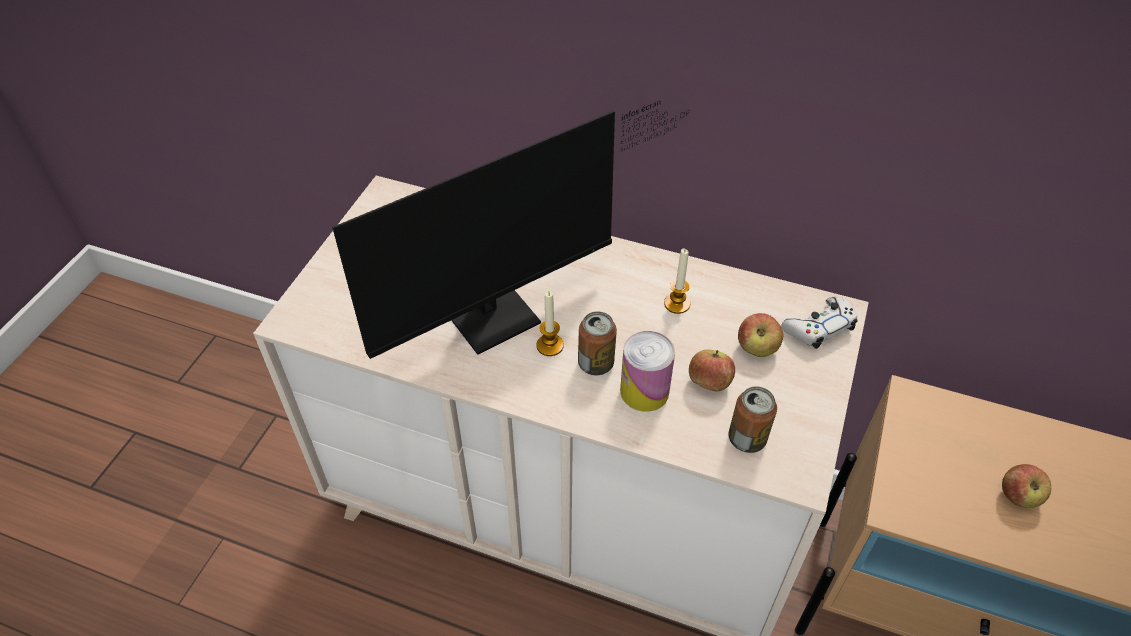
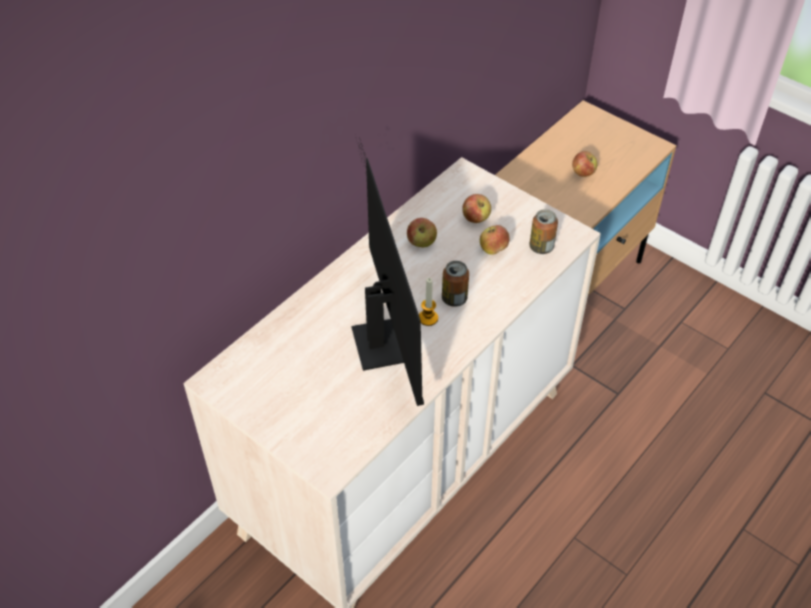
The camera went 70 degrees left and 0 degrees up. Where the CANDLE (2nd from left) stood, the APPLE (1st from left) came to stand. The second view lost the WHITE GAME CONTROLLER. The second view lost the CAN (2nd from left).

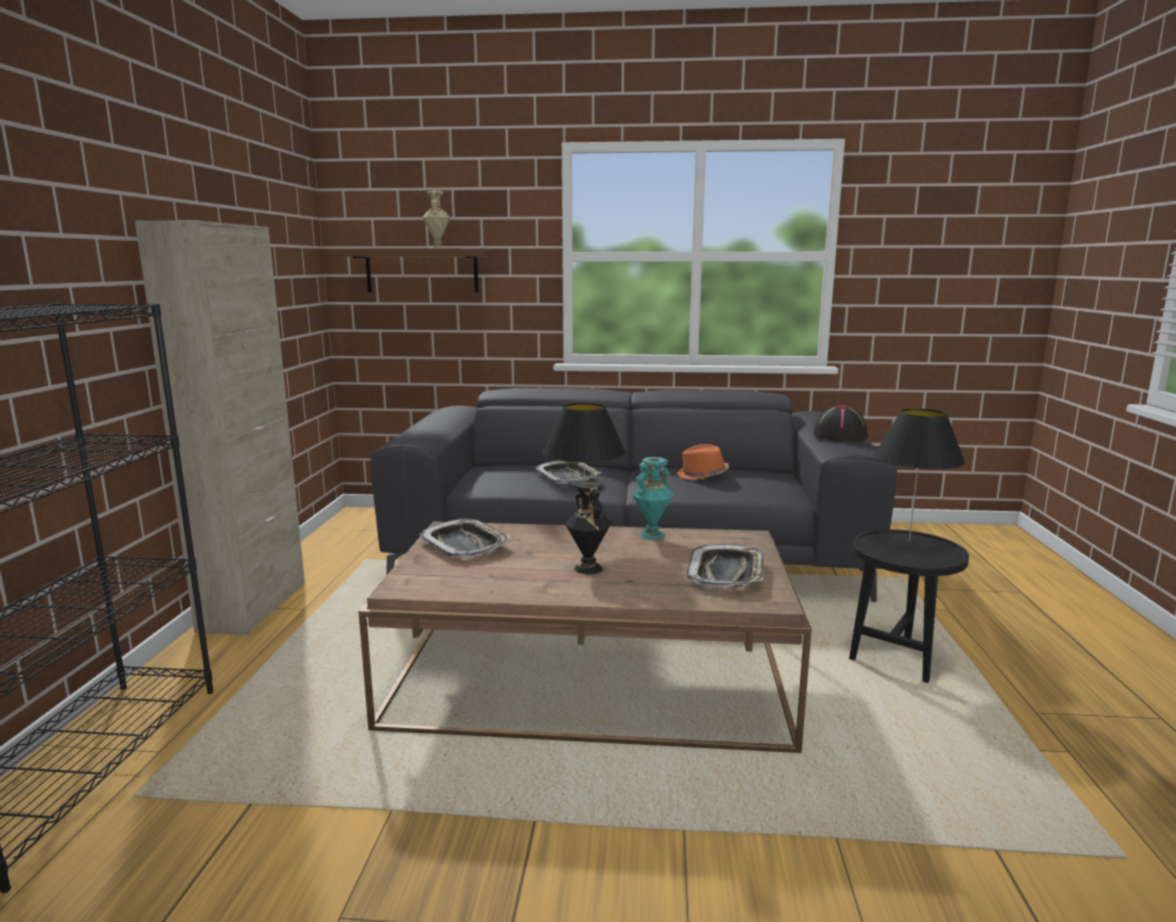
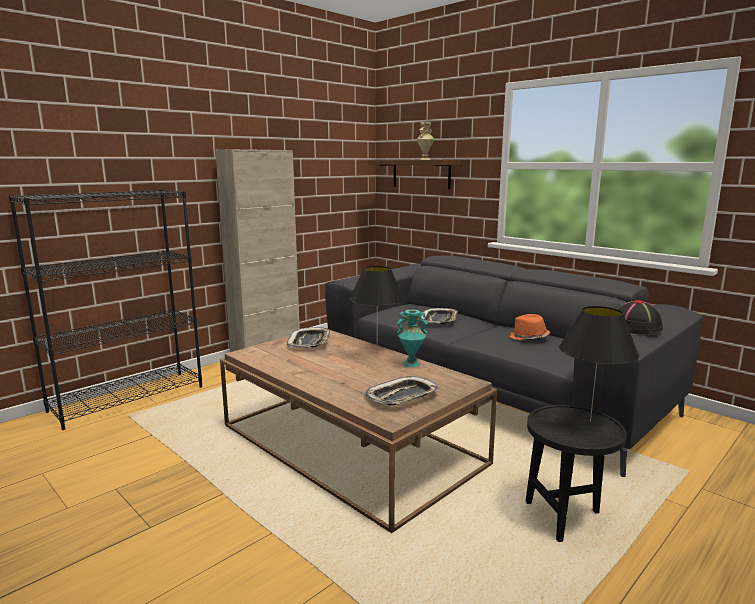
The camera went 40 degrees right and 0 degrees up. The second view lost the BLACK VASE.

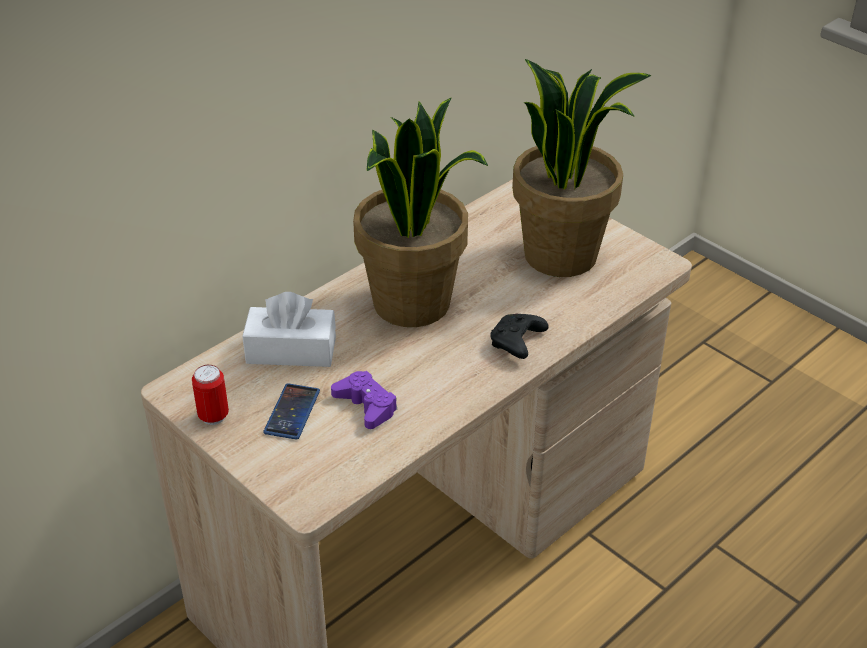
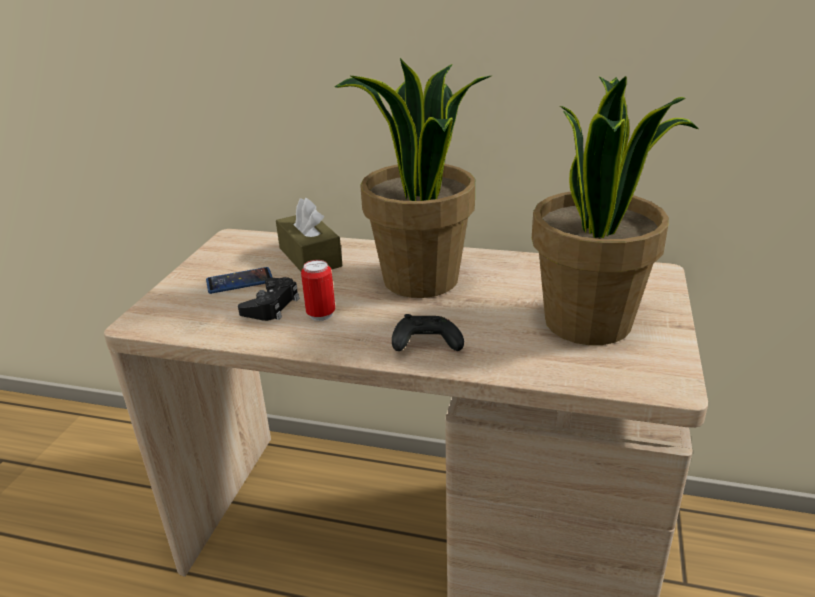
The camera went 60 degrees right and 10 degrees down. What was the WHITE TISSUE BOX turned into the BROWN TISSUE BOX. The CAN ended up elsewhere. What was the PURPLE GAME CONTROLLER turned into the BLACK GAME CONTROLLER (1st from left).

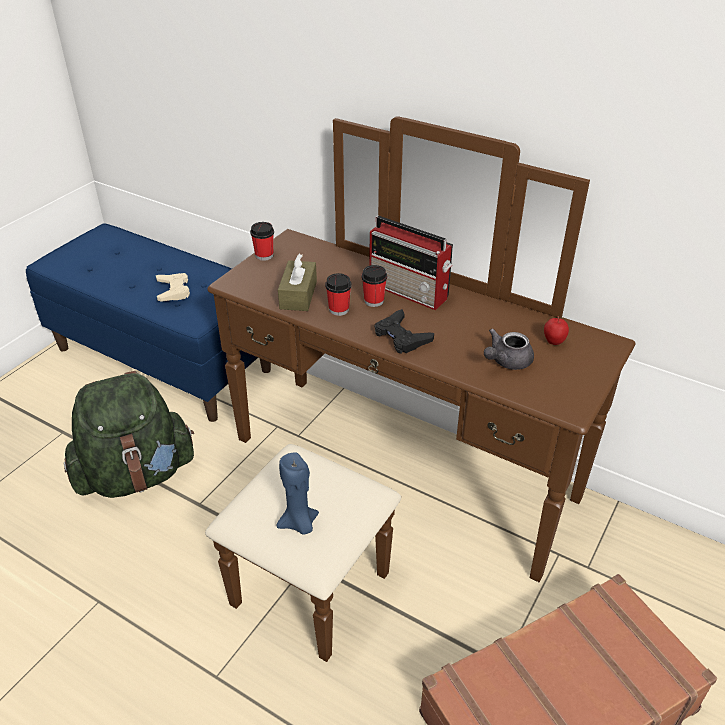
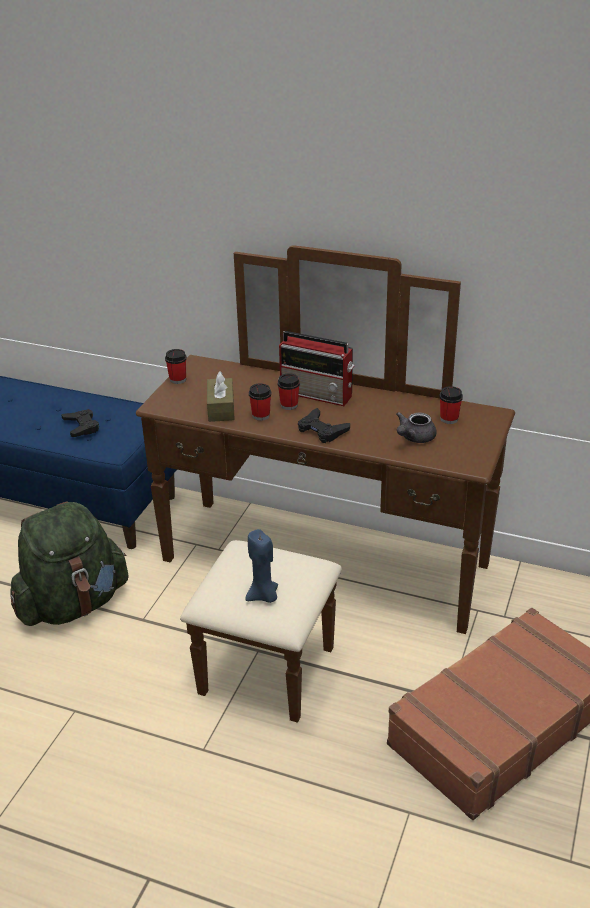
The camera went 10 degrees left and 5 degrees down. What was the BEIGE GAME CONTROLLER turned into the BLACK GAME CONTROLLER (1st from left). Where the APPLE stood, the CUP (4th from left) came to stand.

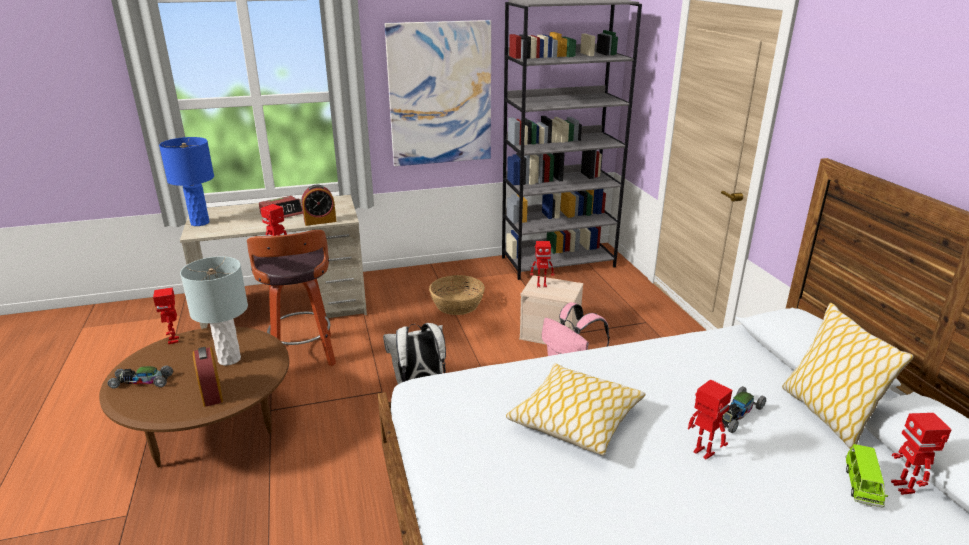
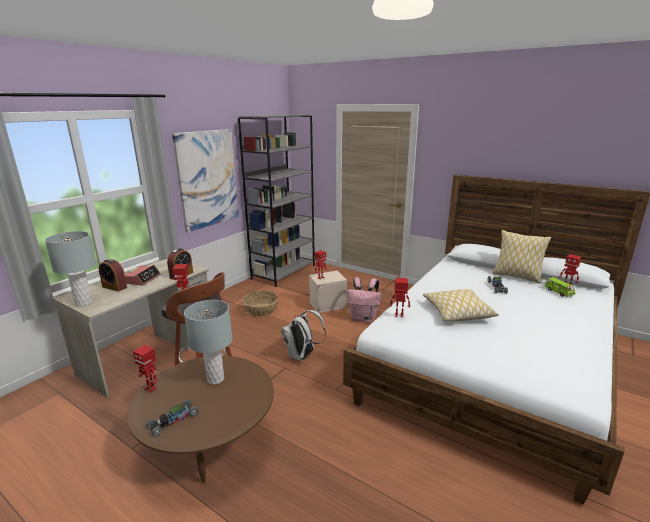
The camera went 40 degrees left and 5 degrees down. What was the BLUE TABLE LAMP turned into the GREY TABLE LAMP (1st from left). The ALARM CLOCK (1st from left) ended up elsewhere. The TOY ROBOT (4th from left) ended up elsewhere.

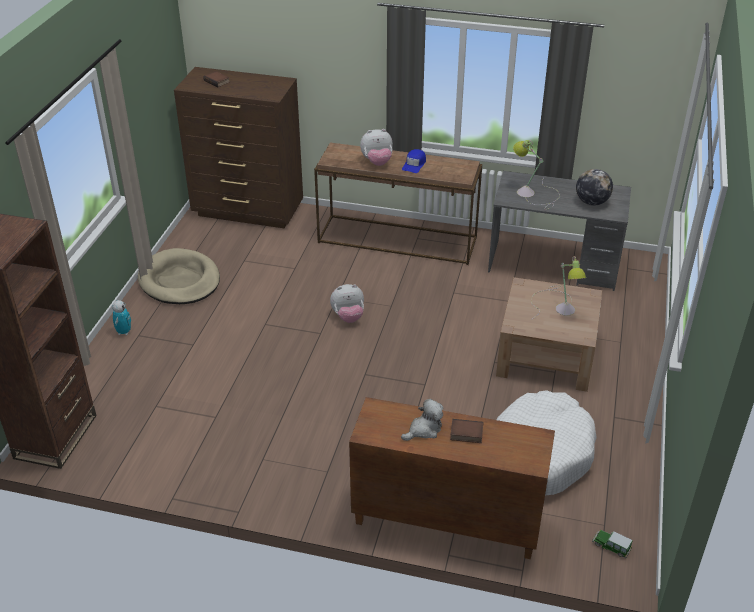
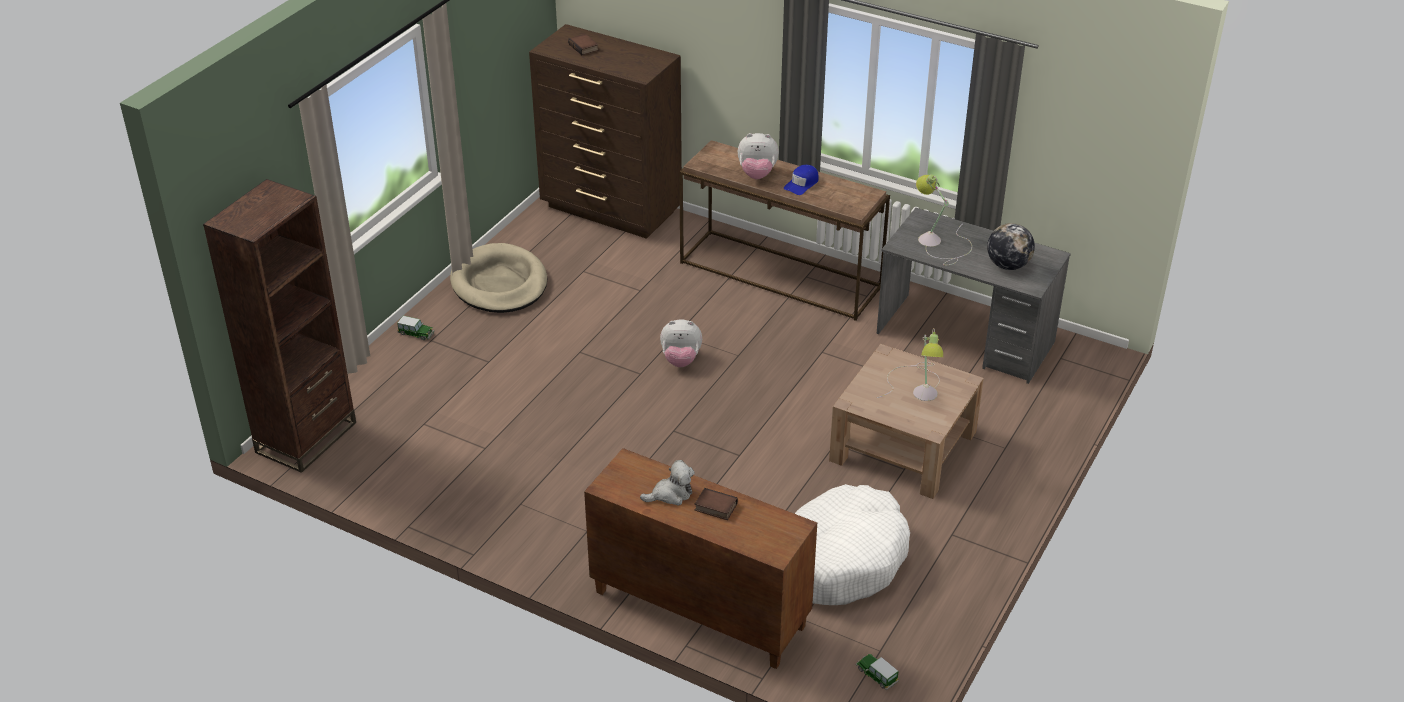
The camera went 15 degrees right and 0 degrees up. Where the TOY ROBOT stood, the TOY CAR (1st from left) came to stand.

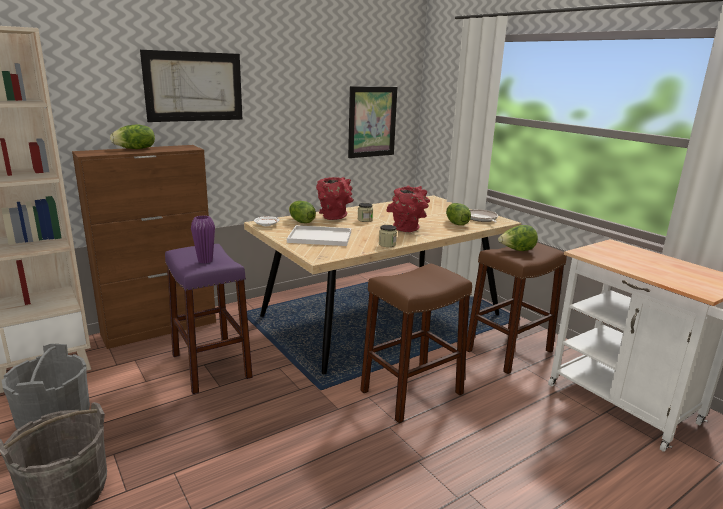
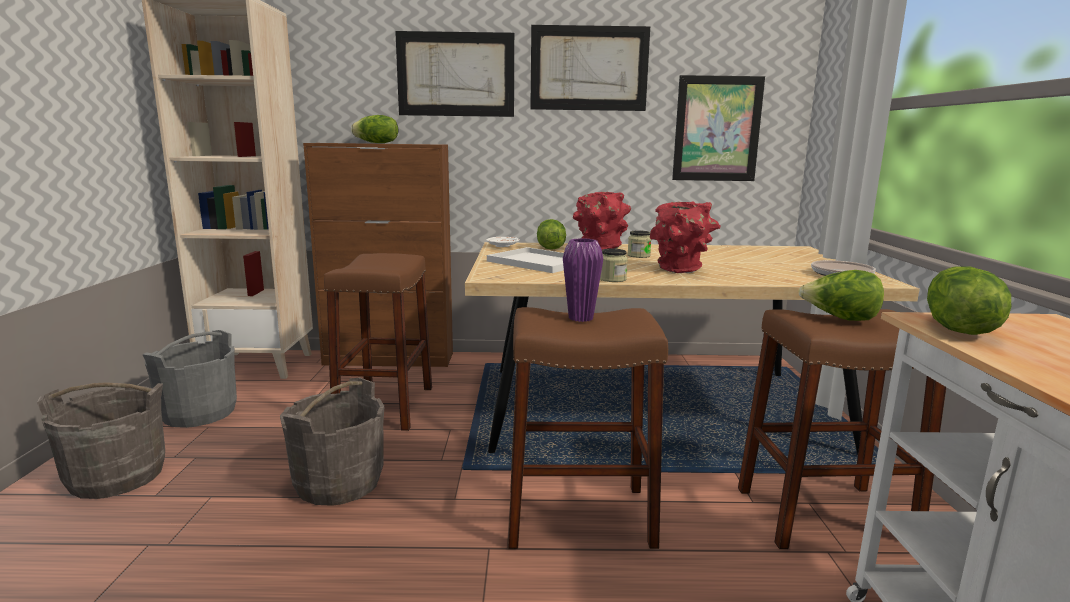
The camera went 35 degrees right and 5 degrees down. The LETTUCE (3rd from left in the first image) ended up elsewhere. The PURPLE VASE ended up elsewhere. What was the PURPLE STOOL turned into the BROWN STOOL (1st from left). The second view gained the PICTURE (2nd from left). The second view gained the GREY BUCKET (3rd from left).

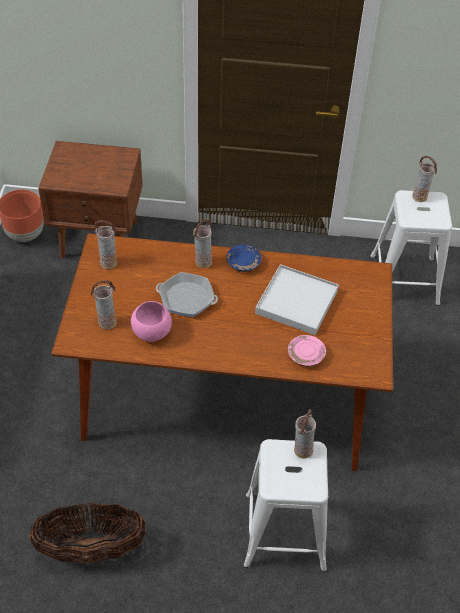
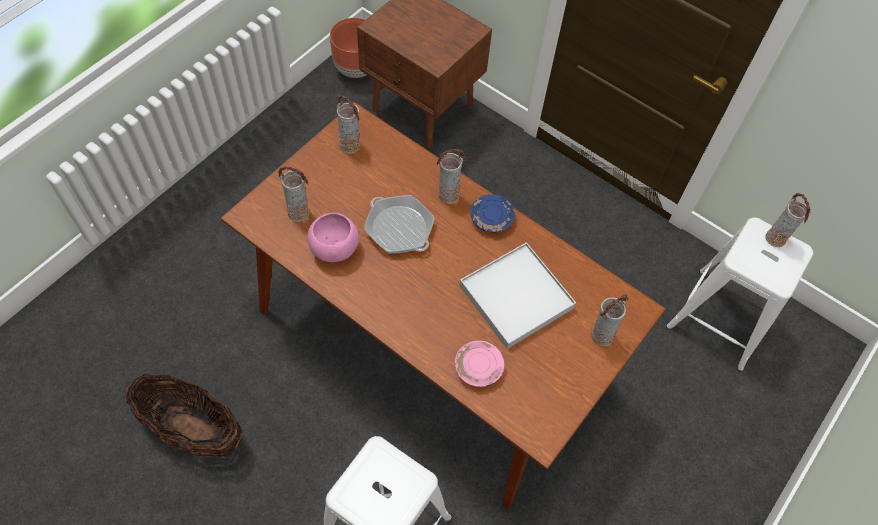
The camera went 30 degrees right and 10 degrees up. The VASE (4th from left) ended up elsewhere.

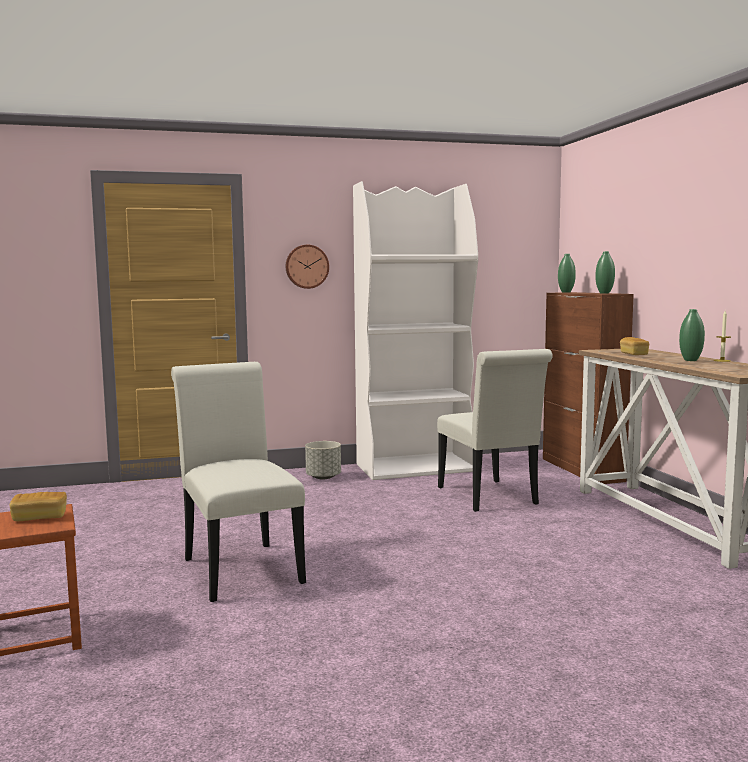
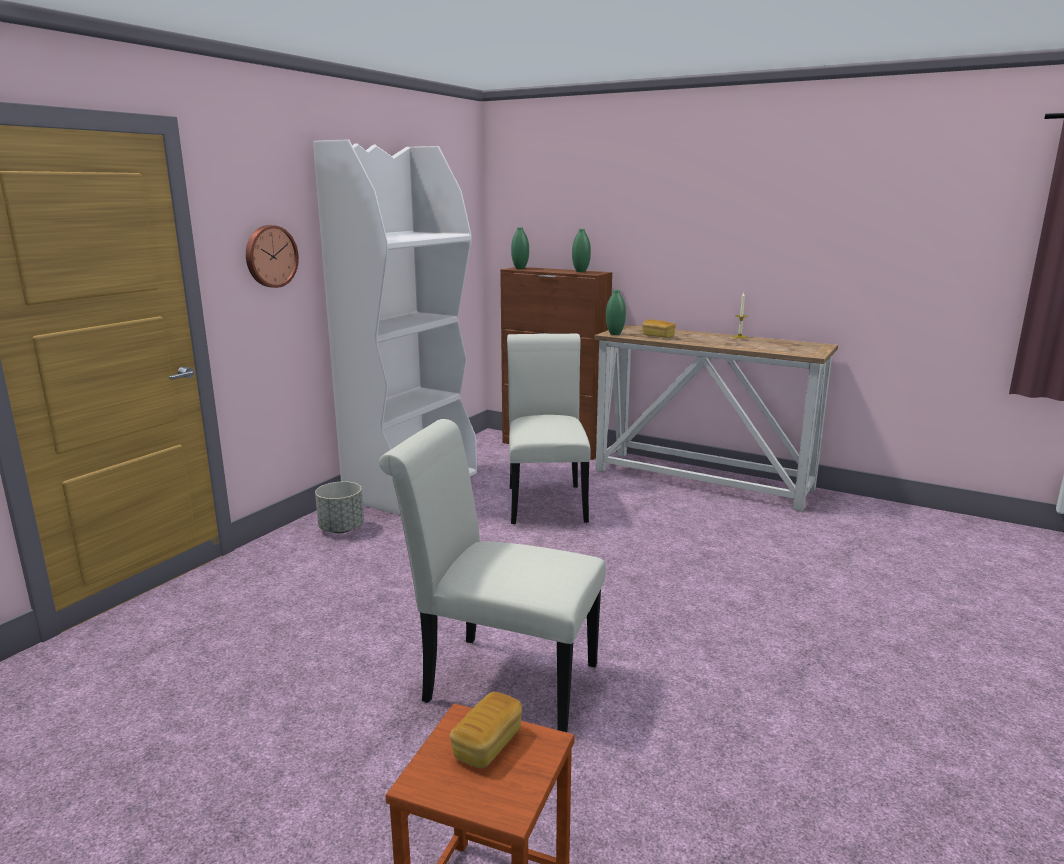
The camera went 45 degrees left and 10 degrees up. The GREEN VASE (3rd from left) ended up elsewhere. The WHITE CHAIR (2nd from left) ended up facing another way, 120 degrees counterclockwise from before.

